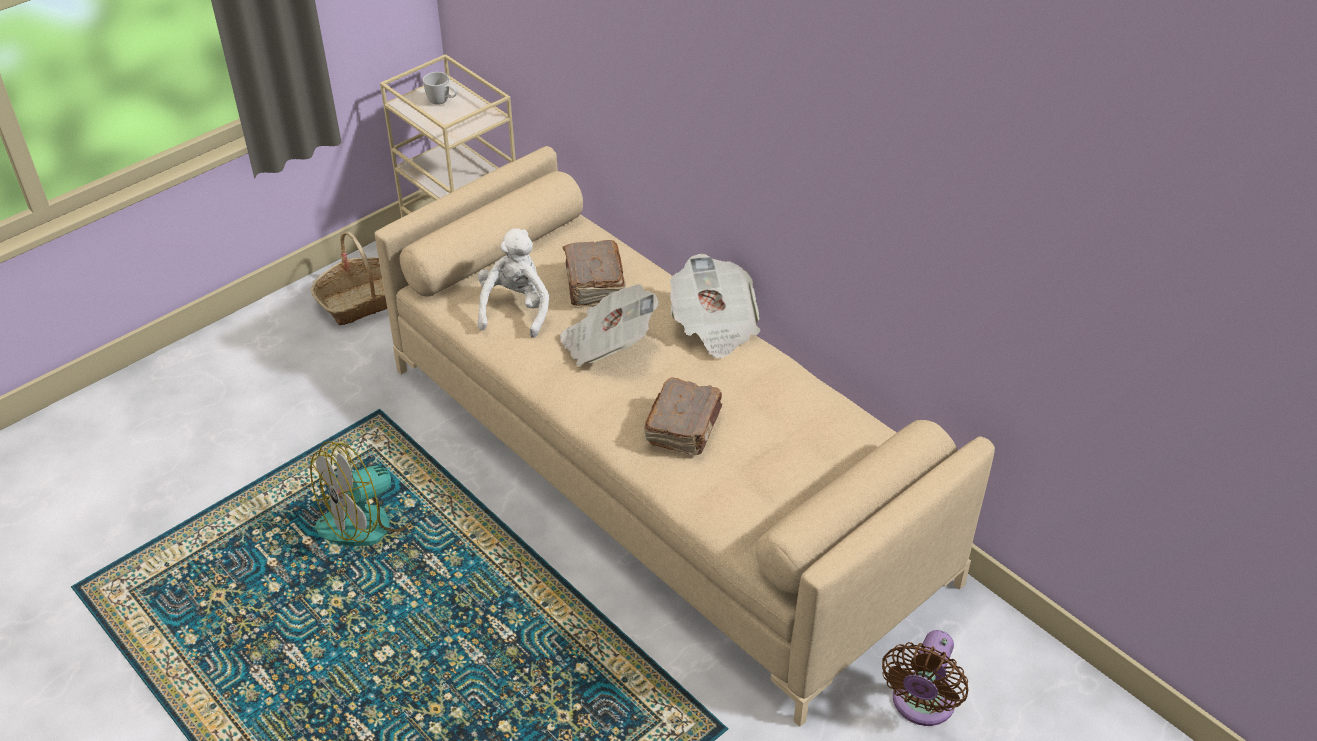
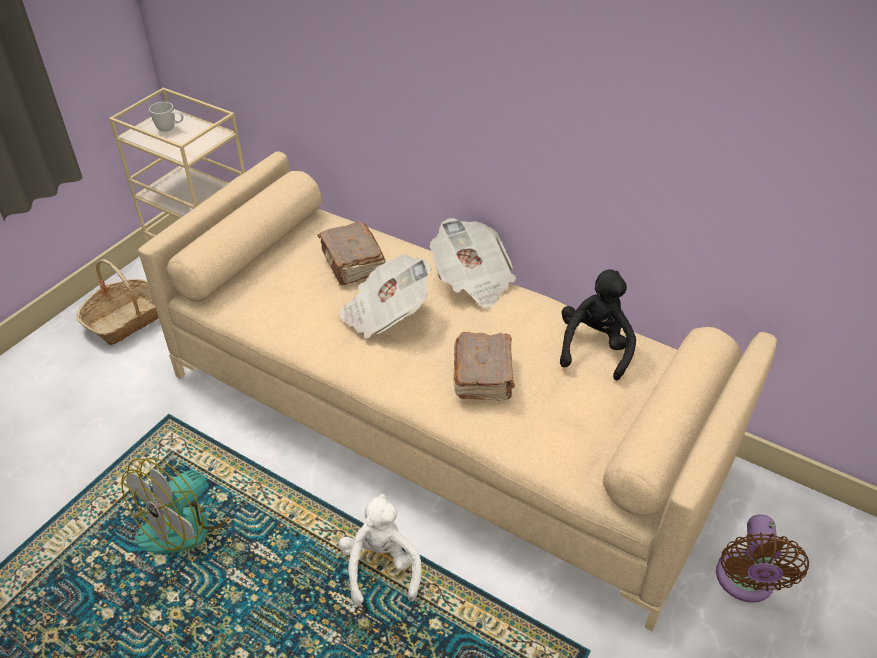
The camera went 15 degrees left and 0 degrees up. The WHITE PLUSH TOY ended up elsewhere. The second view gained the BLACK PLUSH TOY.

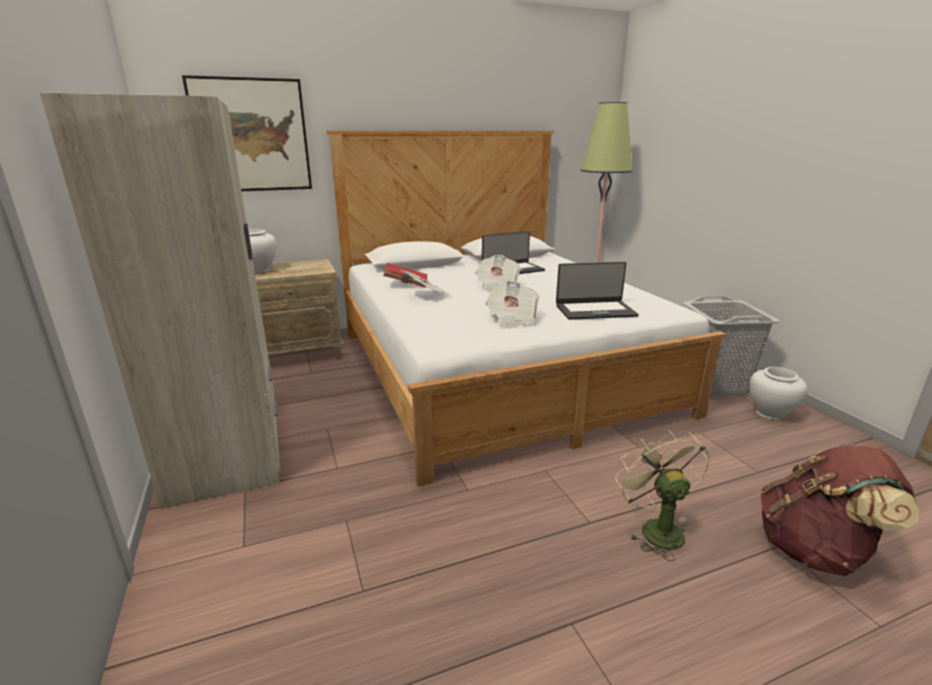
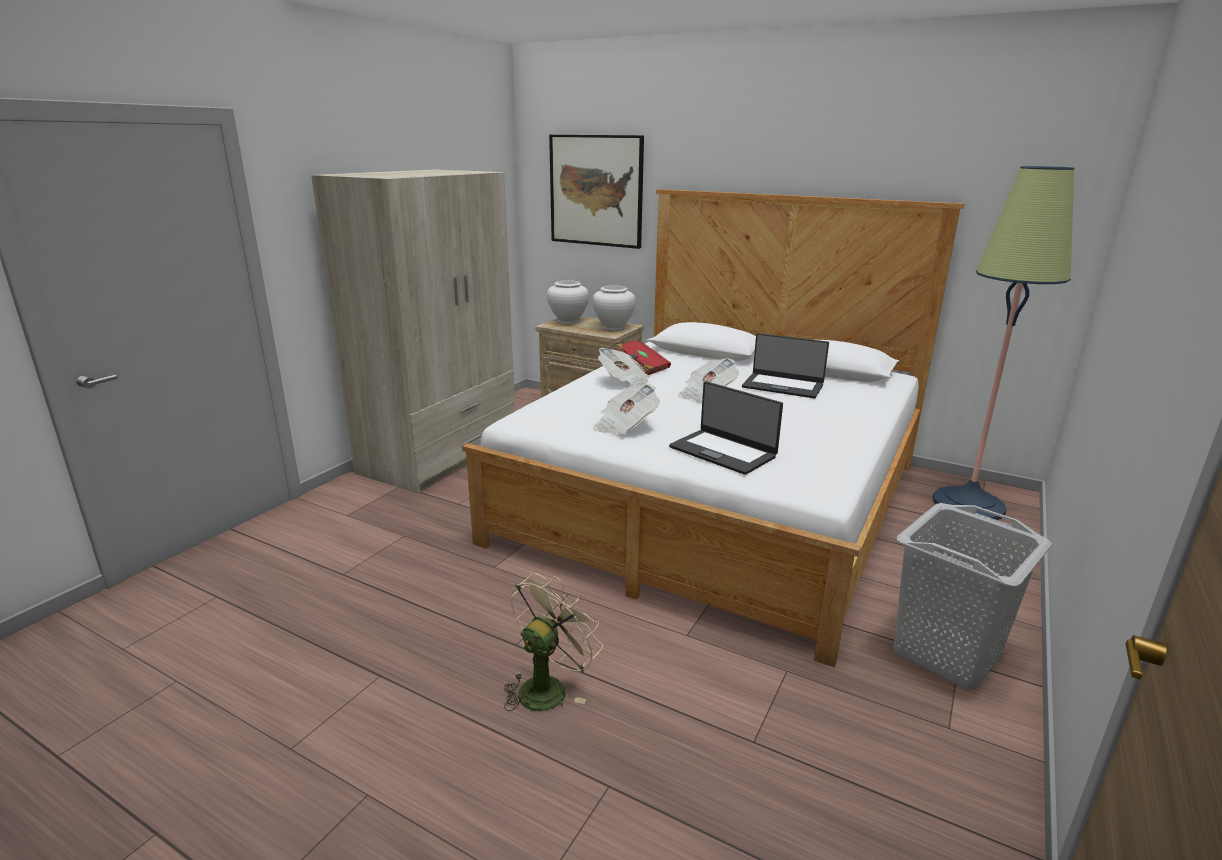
The camera went 50 degrees right and 0 degrees up. The WHITE VASE (2nd from left) ended up elsewhere. The second view lost the BROWN BACKPACK.

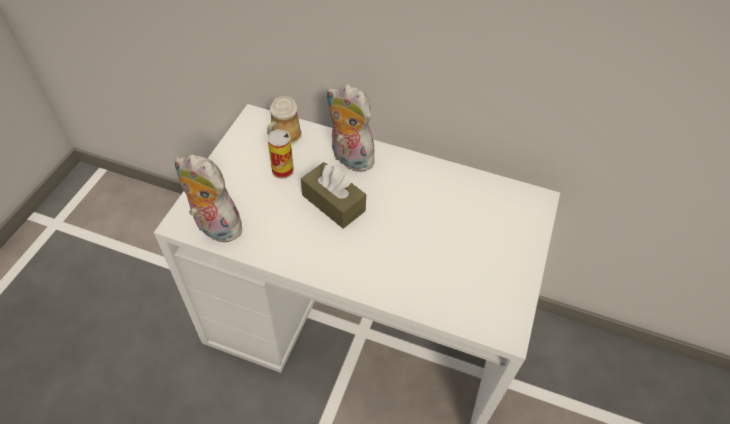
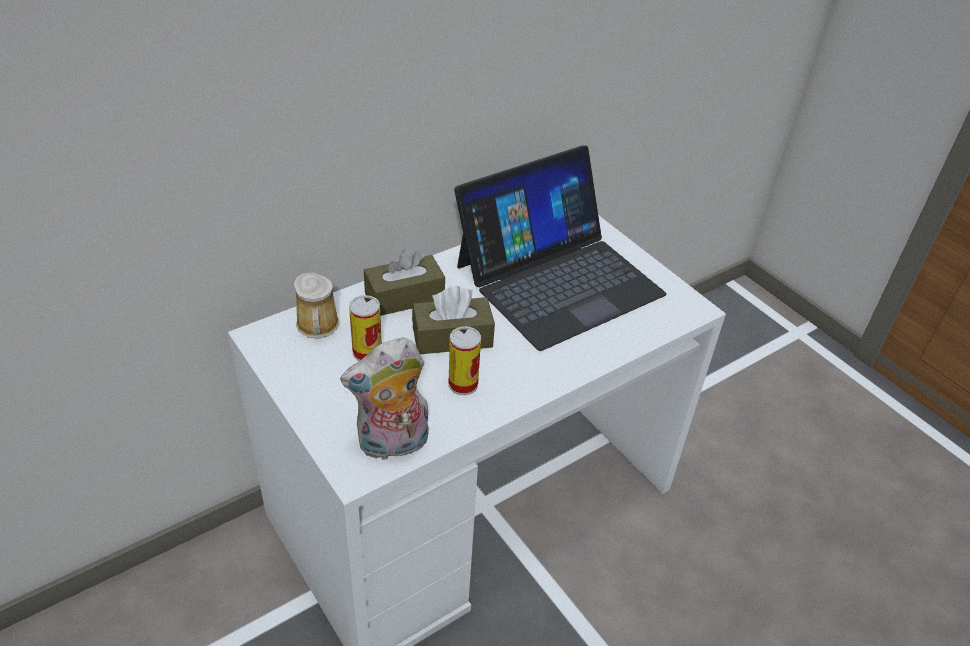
The camera went 55 degrees left and 10 degrees down. Where the PLUSH TOY (2nd from left) stood, the BROWN TISSUE BOX (1st from left) came to stand. The second view gained the LAPTOP. The second view gained the CAN (2nd from left).

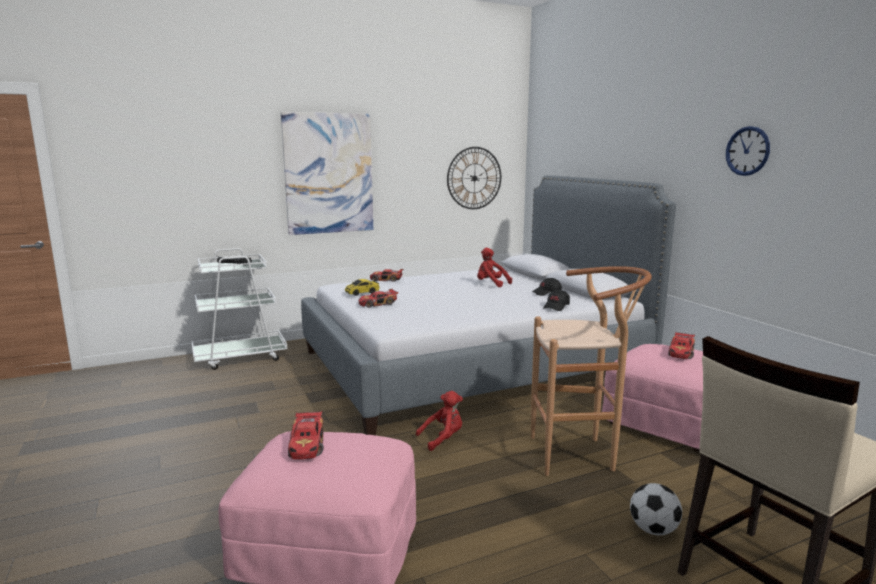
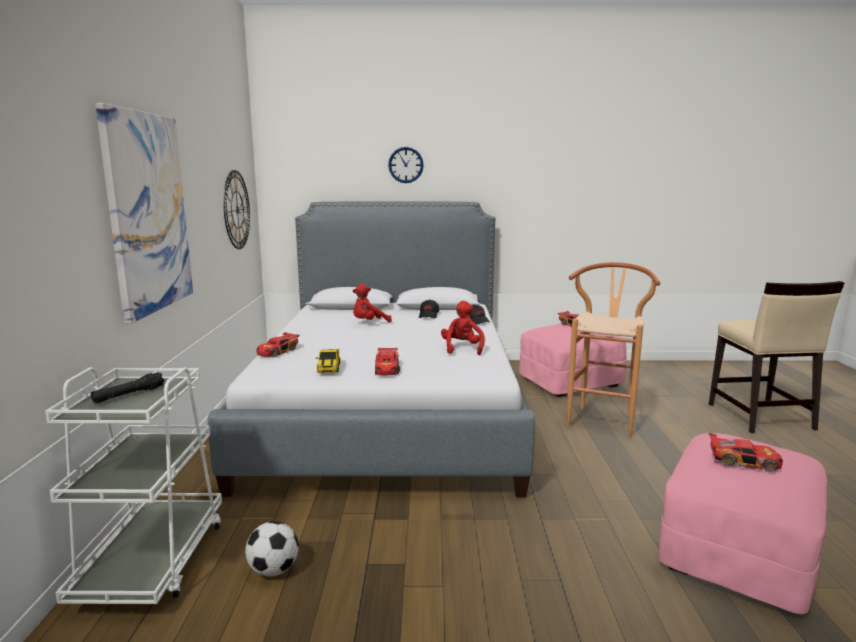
The camera went 65 degrees left and 0 degrees up. The WALL CLOCK (2nd from left) ended up elsewhere. The RED PLUSH TOY (1st from left in the first image) ended up elsewhere. The FOOTBALL ended up elsewhere.

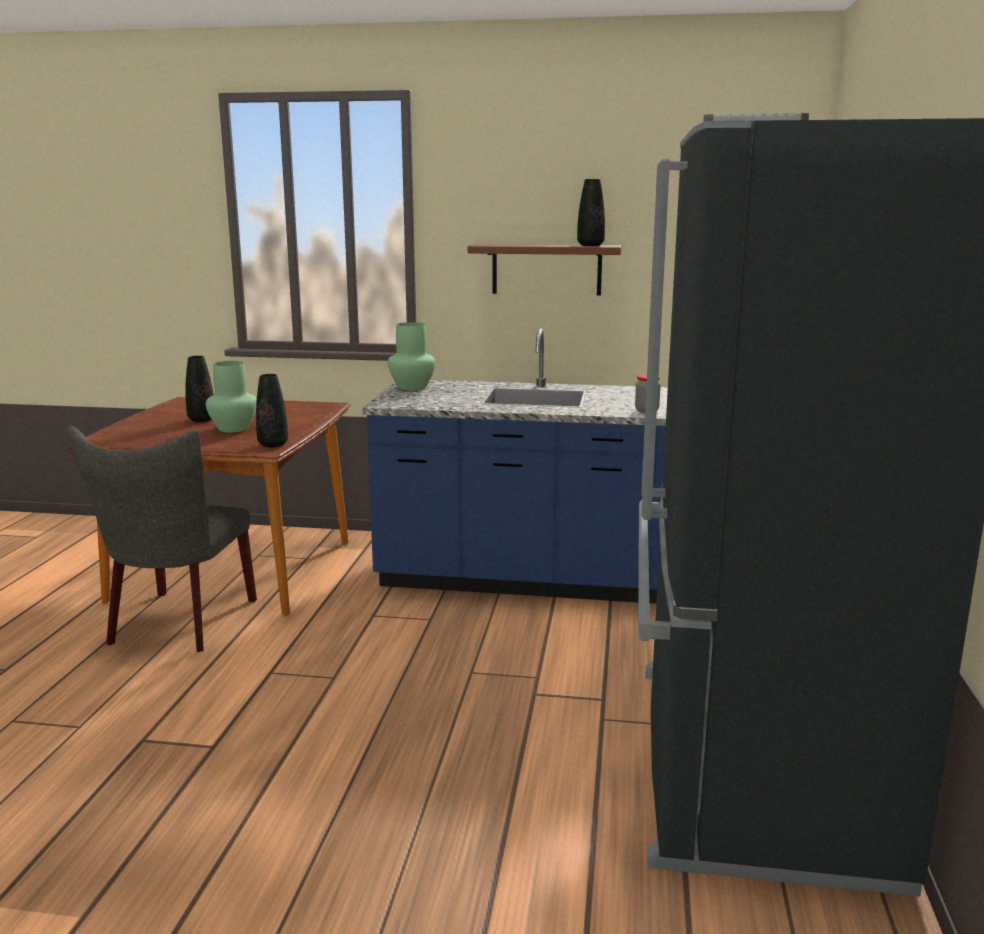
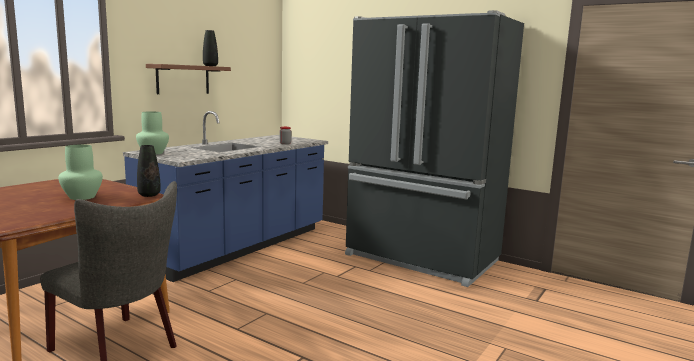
The camera went 65 degrees left and 5 degrees down. The second view lost the BLACK VASE (1st from left).

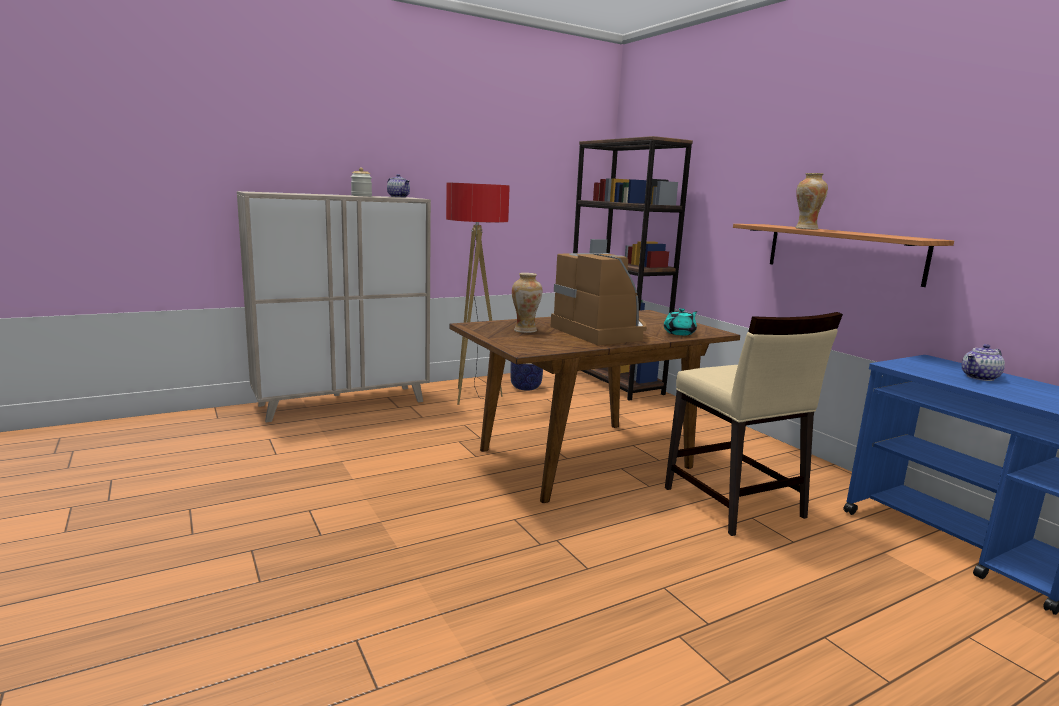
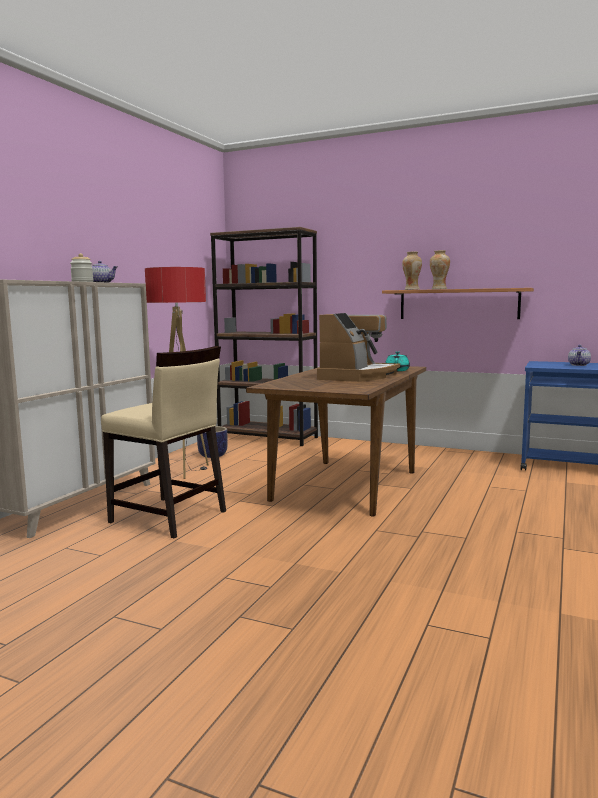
The camera went 35 degrees left and 5 degrees down. The COFFEE MACHINE ended up facing another way, 90 degrees clockwise from before. The VASE (1st from left) ended up elsewhere. The BEIGE CHAIR ended up elsewhere.

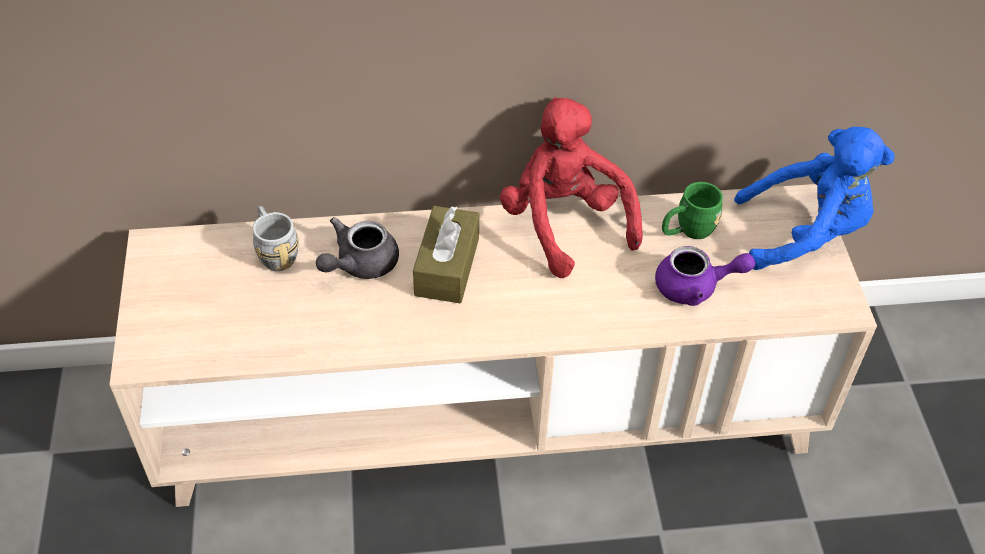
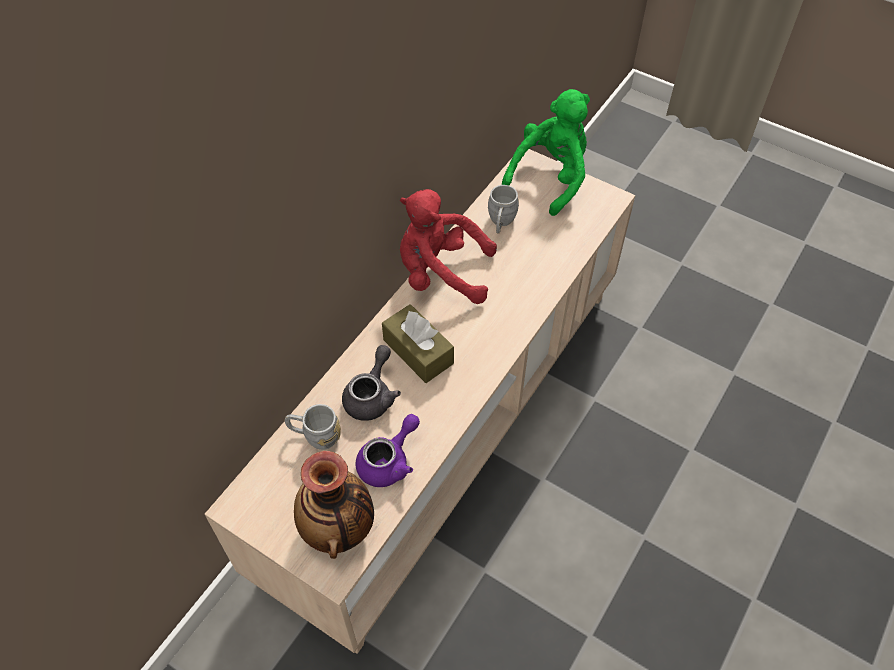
The camera went 50 degrees left and 5 degrees up. What was the BLUE PLUSH TOY turned into the GREEN PLUSH TOY. What was the GREEN MUG turned into the GREY MUG (2nd from left). The GREY TEAPOT ended up facing another way, 150 degrees counterclockwise from before. The PURPLE TEAPOT ended up elsewhere. The second view gained the VASE.

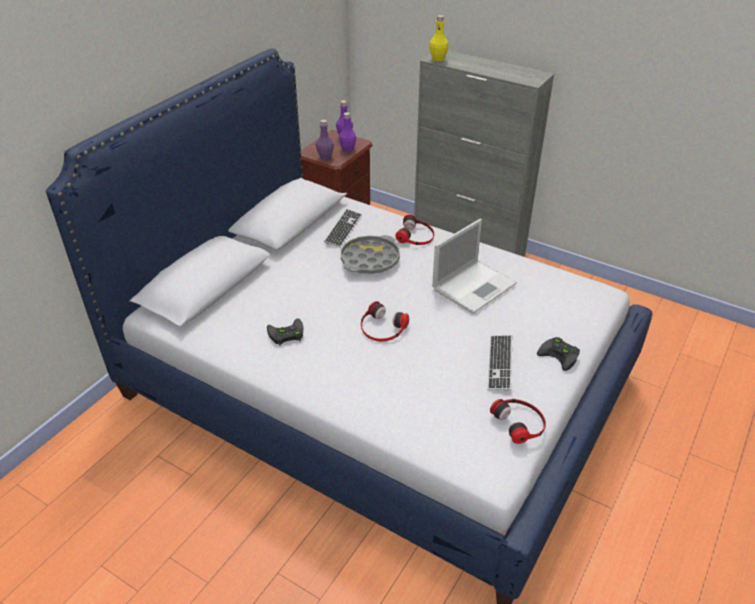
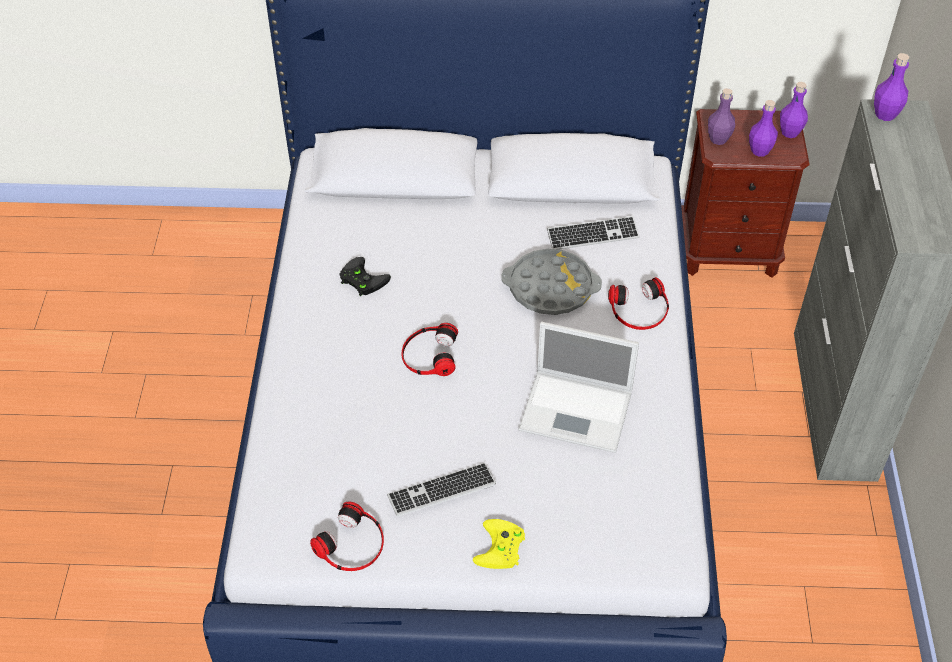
The camera went 60 degrees right and 10 degrees up. What was the YELLOW BOTTLE turned into the PURPLE BOTTLE (4th from left). What was the BLACK GAME CONTROLLER (2nd from left) turned into the YELLOW GAME CONTROLLER.

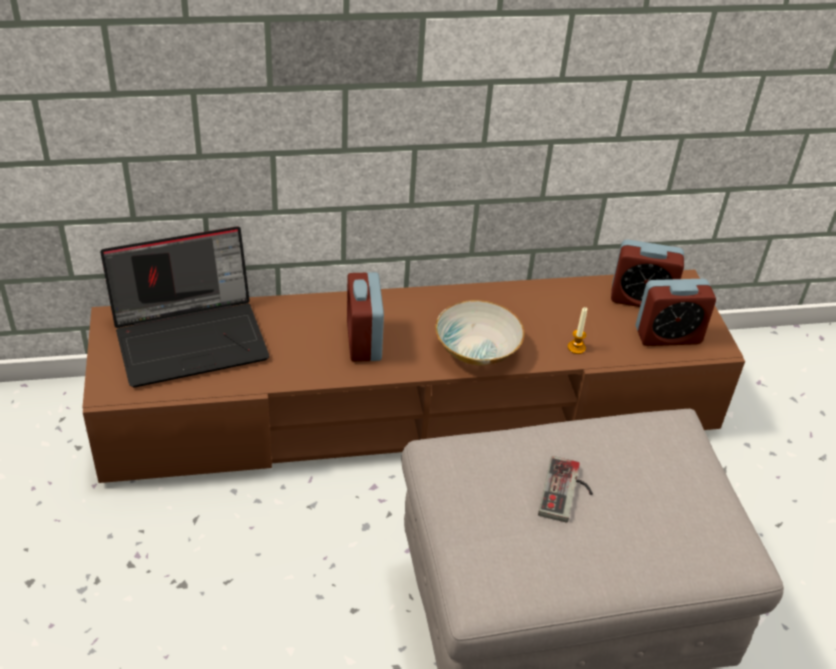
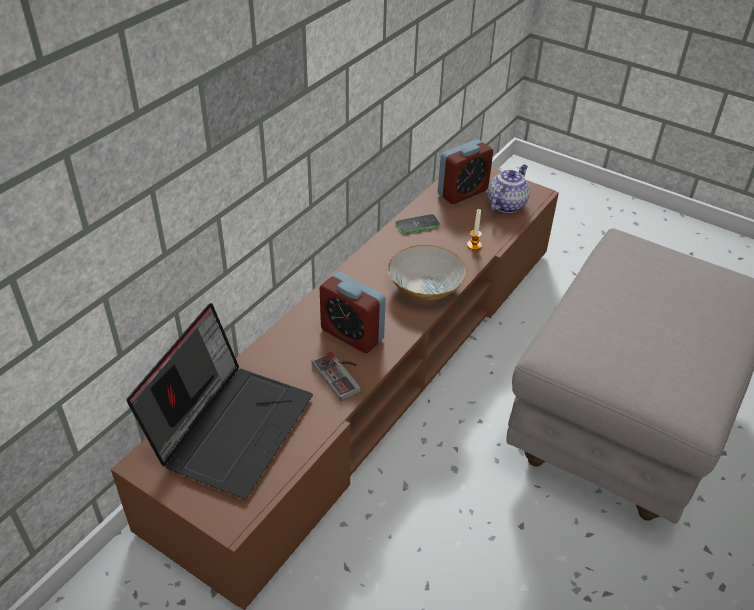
The camera went 45 degrees left and 0 degrees up. Where the ALARM CLOCK (3rd from left) stood, the TEAPOT came to stand. The GAME CONTROLLER ended up elsewhere. The second view gained the PHONE.

